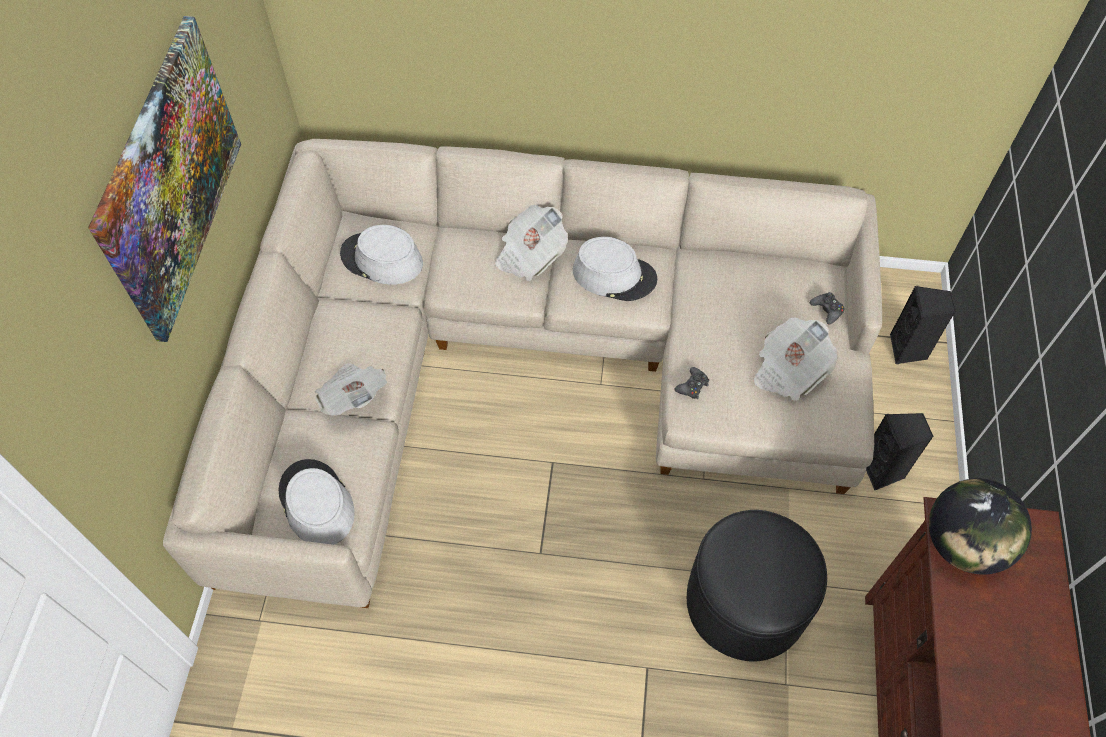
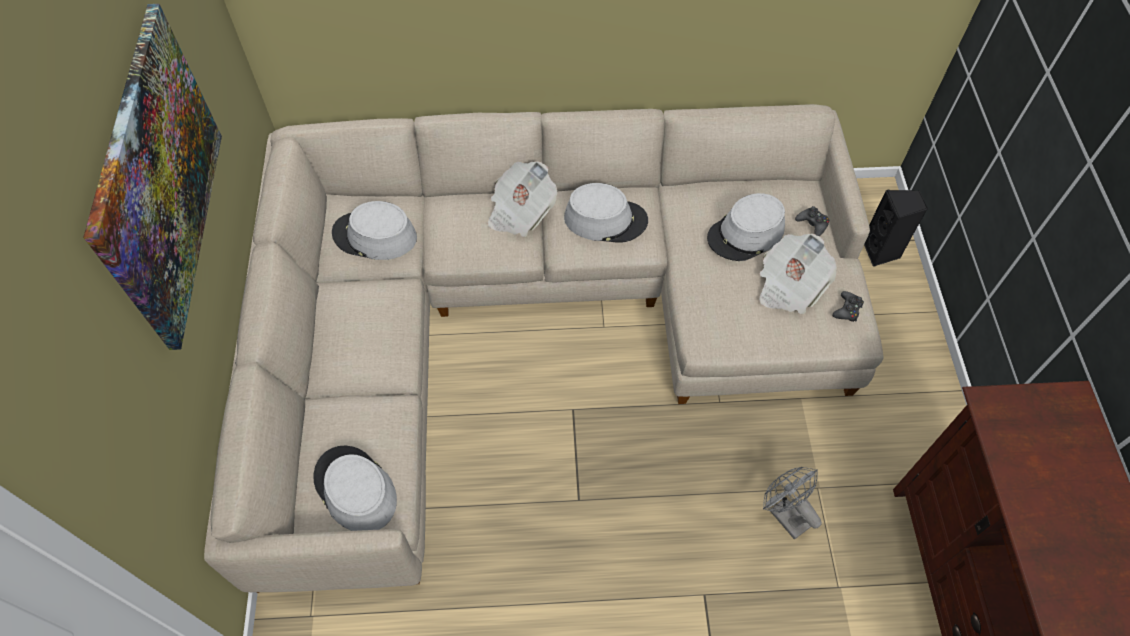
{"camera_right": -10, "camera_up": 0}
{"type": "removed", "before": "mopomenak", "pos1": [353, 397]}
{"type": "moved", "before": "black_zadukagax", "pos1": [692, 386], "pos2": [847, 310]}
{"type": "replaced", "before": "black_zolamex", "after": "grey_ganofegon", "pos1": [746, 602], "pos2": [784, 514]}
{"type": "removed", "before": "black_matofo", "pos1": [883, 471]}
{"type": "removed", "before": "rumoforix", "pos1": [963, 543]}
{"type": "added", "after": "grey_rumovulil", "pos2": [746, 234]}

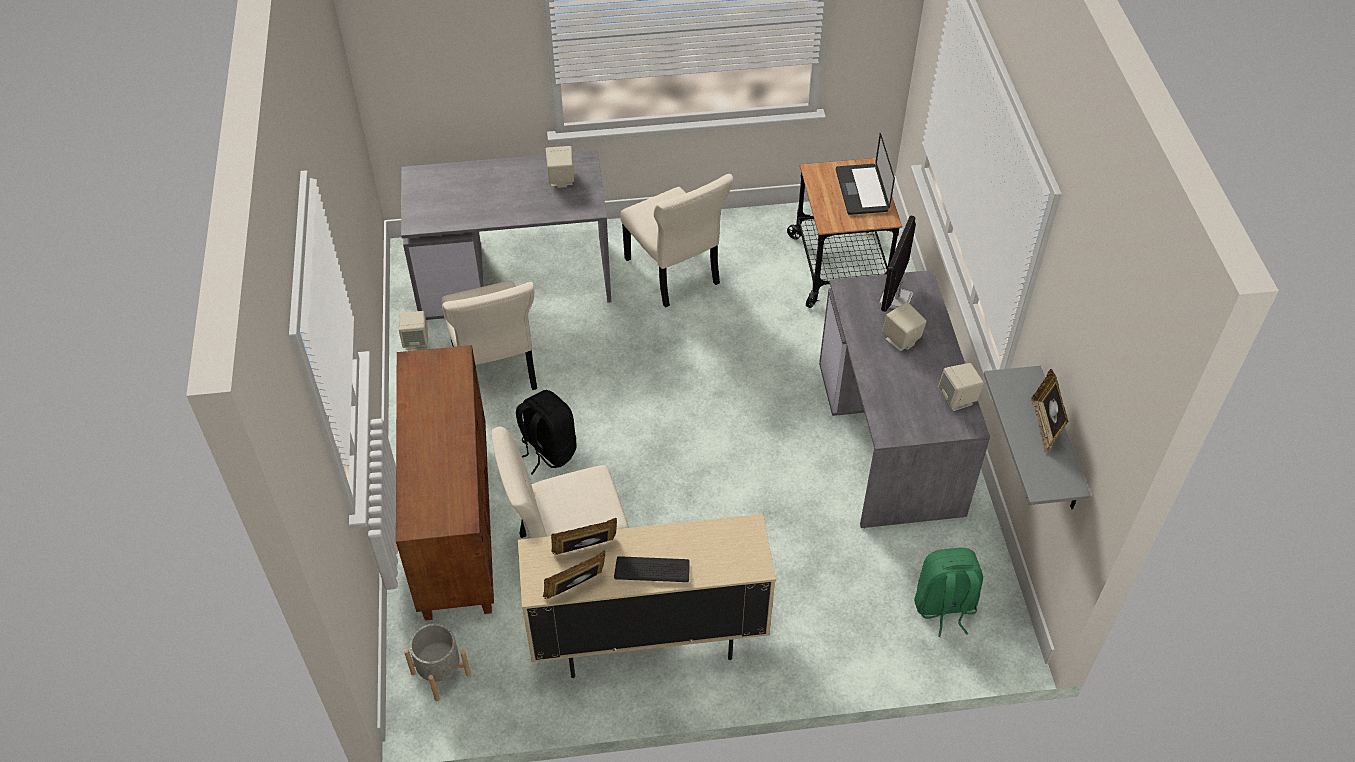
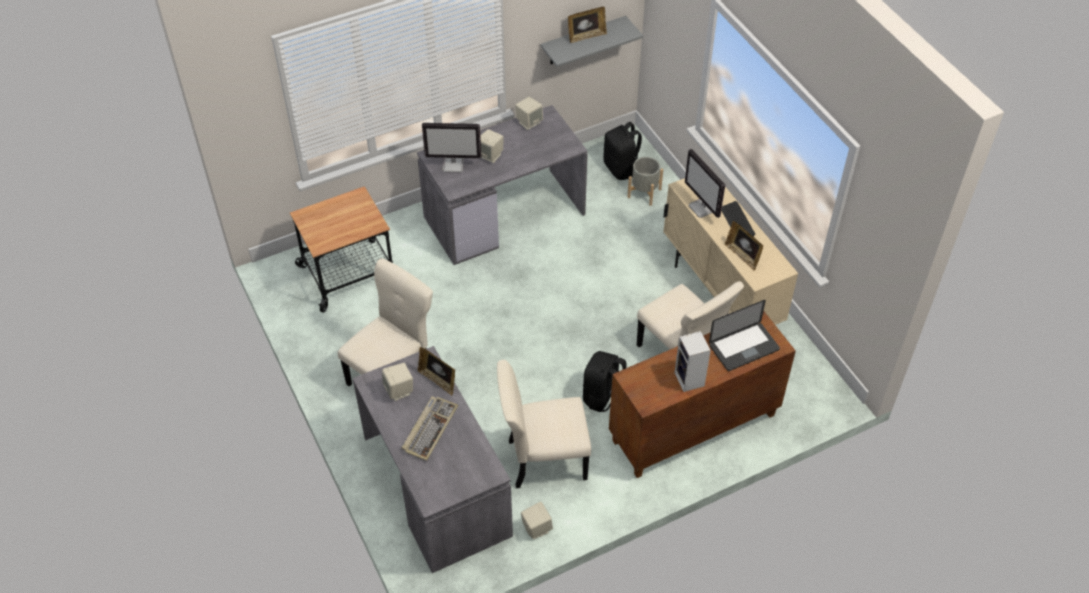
{"camera_right": -110, "camera_up": 0}
{"type": "moved", "before": "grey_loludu", "pos1": [441, 674], "pos2": [644, 193]}
{"type": "turned", "before": "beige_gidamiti", "pos1": [495, 370], "pos2": [543, 459], "turn": -150}
{"type": "moved", "before": "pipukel", "pos1": [576, 589], "pos2": [438, 380]}
{"type": "moved", "before": "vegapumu", "pos1": [862, 190], "pos2": [743, 347]}
{"type": "recoloured", "before": "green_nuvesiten", "after": "black_nuvesiten", "pos1": [944, 607], "pos2": [621, 168]}
{"type": "added", "after": "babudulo", "pos2": [429, 428]}
{"type": "added", "after": "matofo", "pos2": [690, 380]}
{"type": "added", "after": "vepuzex", "pos2": [703, 208]}

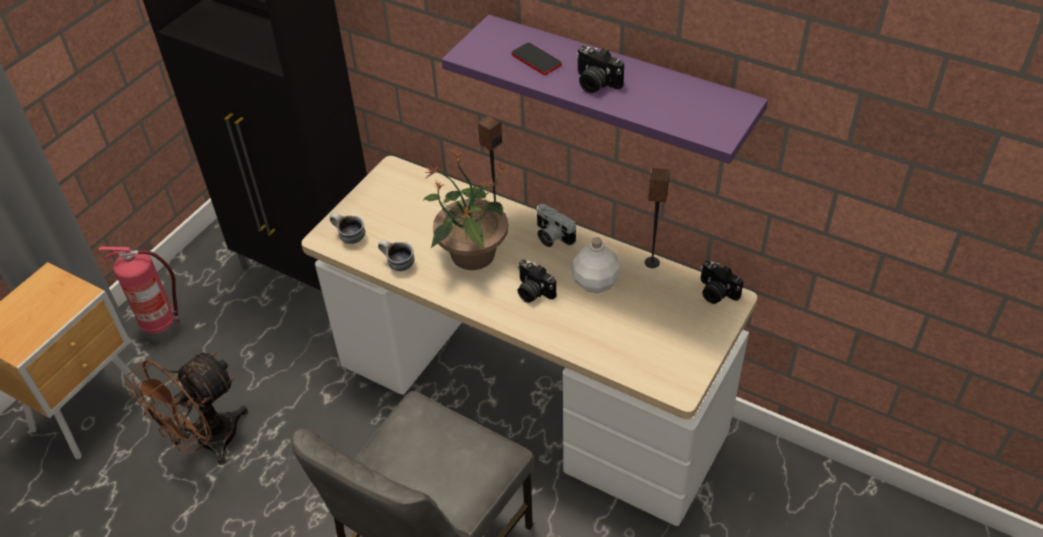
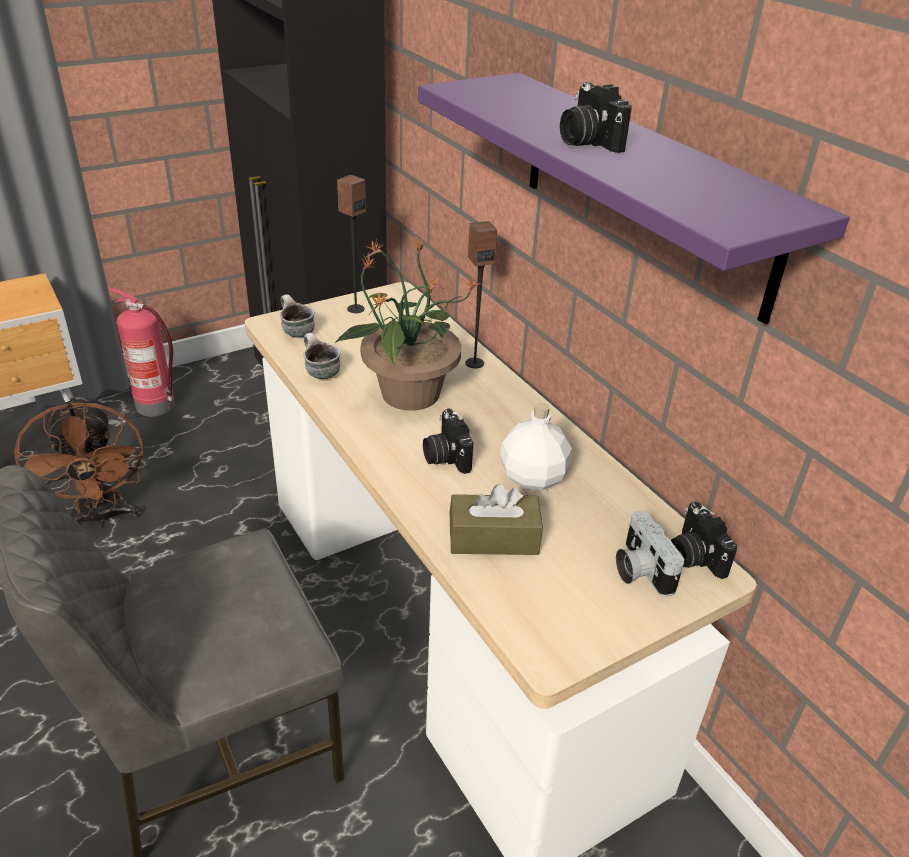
{"camera_right": 25, "camera_up": -10}
{"type": "turned", "before": "brown_ganofegon", "pos1": [207, 442], "pos2": [100, 518], "turn": -90}
{"type": "removed", "before": "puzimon", "pos1": [536, 60]}
{"type": "moved", "before": "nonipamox", "pos1": [551, 236], "pos2": [639, 569]}
{"type": "moved", "before": "matofo", "pos1": [651, 262], "pos2": [355, 309]}
{"type": "added", "after": "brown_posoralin", "pos2": [493, 538]}

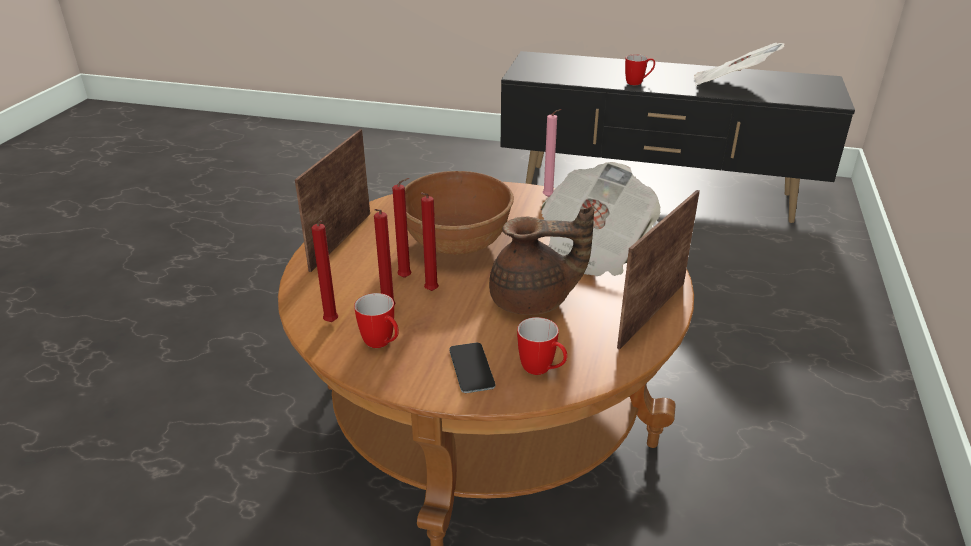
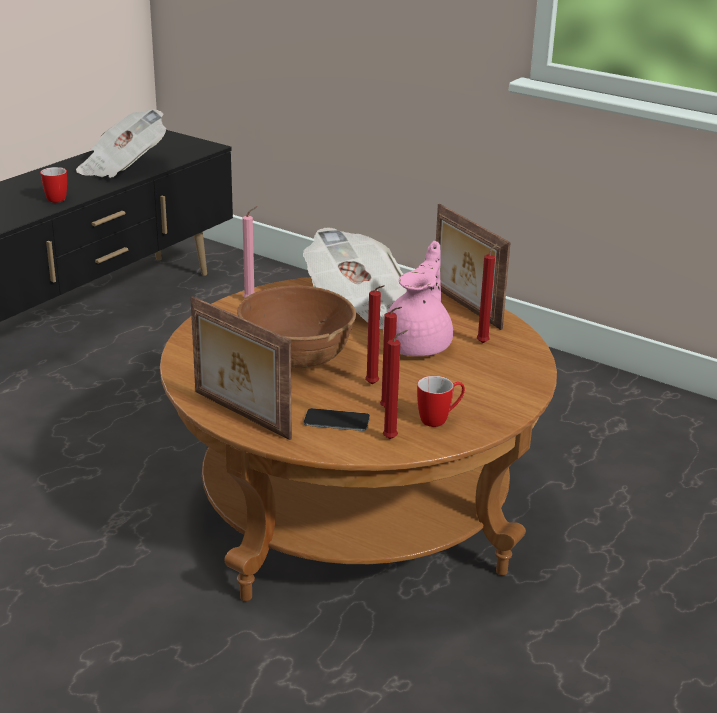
{"camera_right": -70, "camera_up": -5}
{"type": "moved", "before": "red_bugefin", "pos1": [406, 278], "pos2": [484, 342]}
{"type": "moved", "before": "puzimon", "pos1": [471, 368], "pos2": [336, 420]}
{"type": "recoloured", "before": "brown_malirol", "after": "pink_malirol", "pos1": [533, 301], "pos2": [419, 345]}
{"type": "removed", "before": "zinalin", "pos1": [542, 370]}

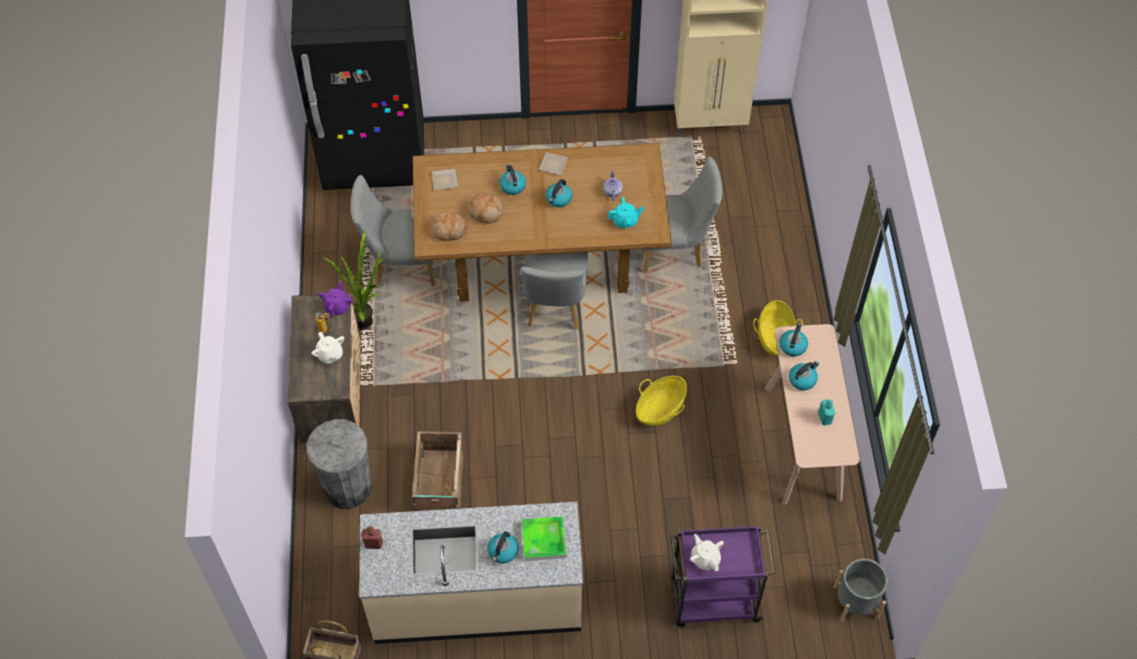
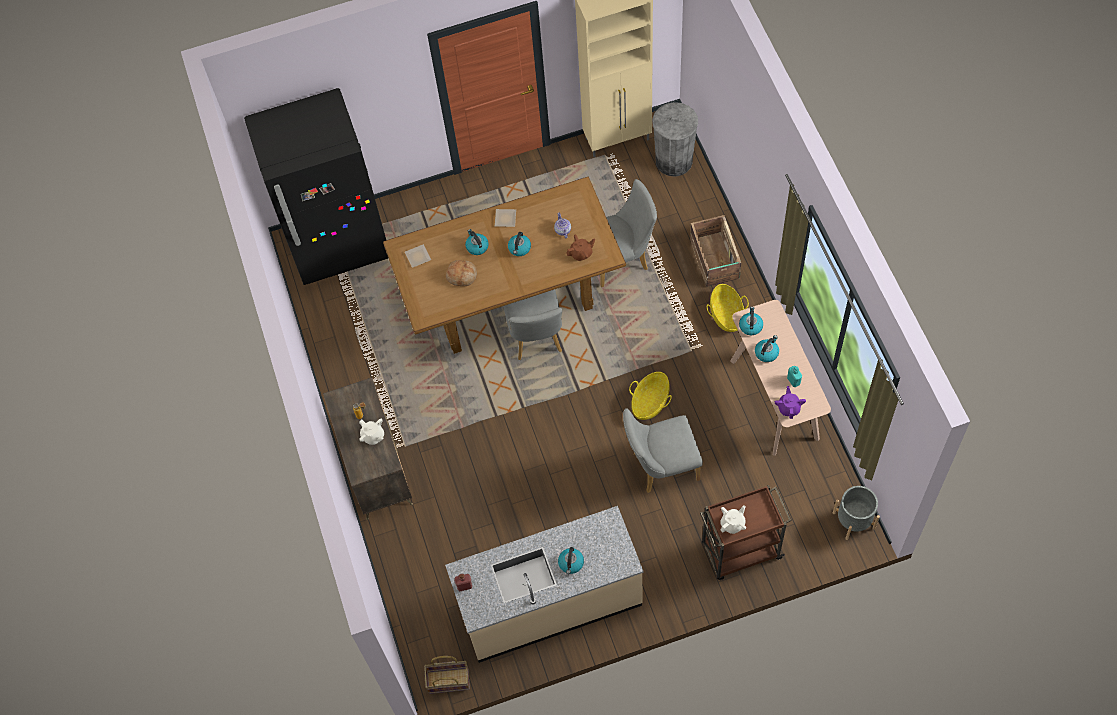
{"camera_right": -10, "camera_up": 5}
{"type": "moved", "before": "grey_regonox", "pos1": [348, 487], "pos2": [674, 161]}
{"type": "moved", "before": "purple_malirol", "pos1": [337, 307], "pos2": [789, 408]}
{"type": "removed", "before": "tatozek", "pos1": [366, 319]}
{"type": "moved", "before": "grey_gidamiti", "pos1": [400, 264], "pos2": [660, 467]}
{"type": "moved", "before": "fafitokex", "pos1": [439, 483], "pos2": [714, 260]}
{"type": "removed", "before": "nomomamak", "pos1": [450, 230]}
{"type": "removed", "before": "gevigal", "pos1": [544, 540]}
{"type": "recoloured", "before": "turquoise_malirol", "after": "brown_malirol", "pos1": [625, 221], "pos2": [581, 253]}
{"type": "recoloured", "before": "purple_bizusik", "after": "brown_bizusik", "pos1": [712, 601], "pos2": [740, 551]}
{"type": "turned", "before": "white_malirol", "pos1": [705, 558], "pos2": [732, 524], "turn": 90}

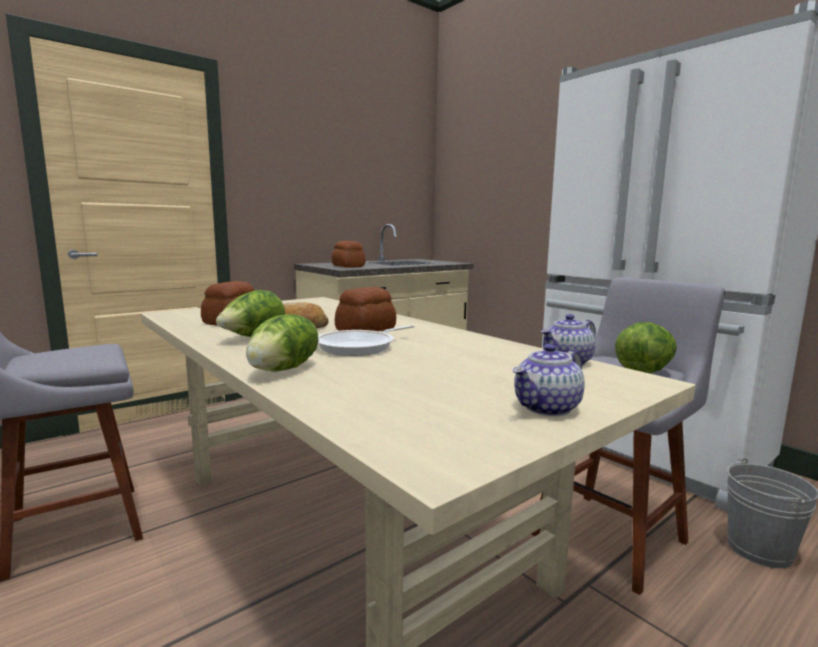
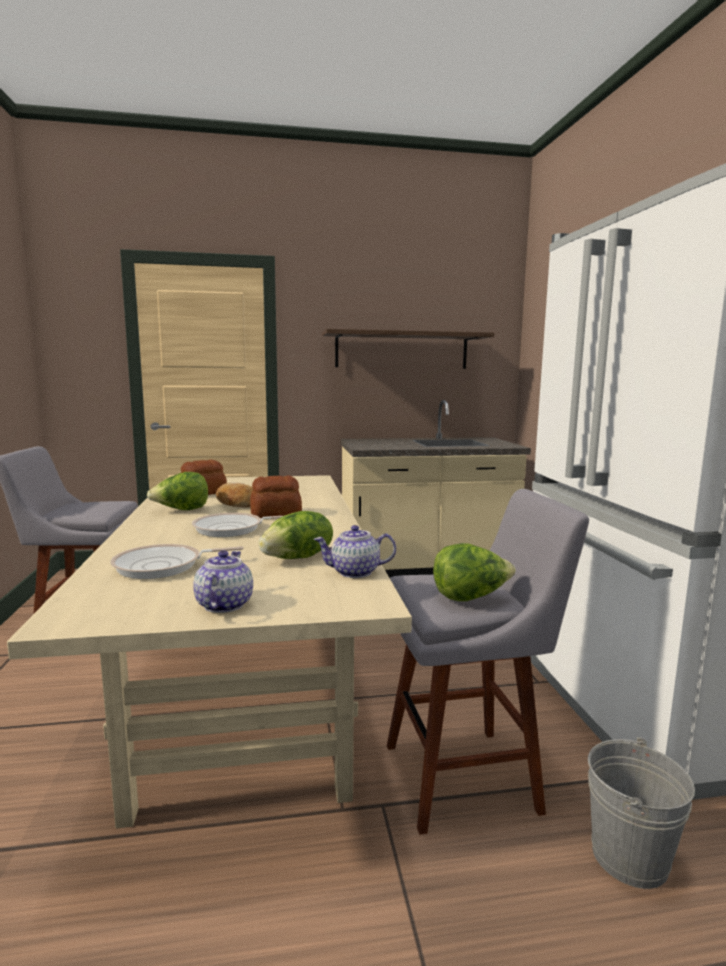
{"camera_right": 30, "camera_up": 0}
{"type": "moved", "before": "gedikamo", "pos1": [284, 369], "pos2": [298, 558]}
{"type": "removed", "before": "nomomamak", "pos1": [348, 266]}
{"type": "turned", "before": "malirol", "pos1": [547, 408], "pos2": [223, 605], "turn": 105}
{"type": "added", "after": "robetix", "pos2": [163, 566]}
{"type": "added", "after": "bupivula", "pos2": [402, 350]}

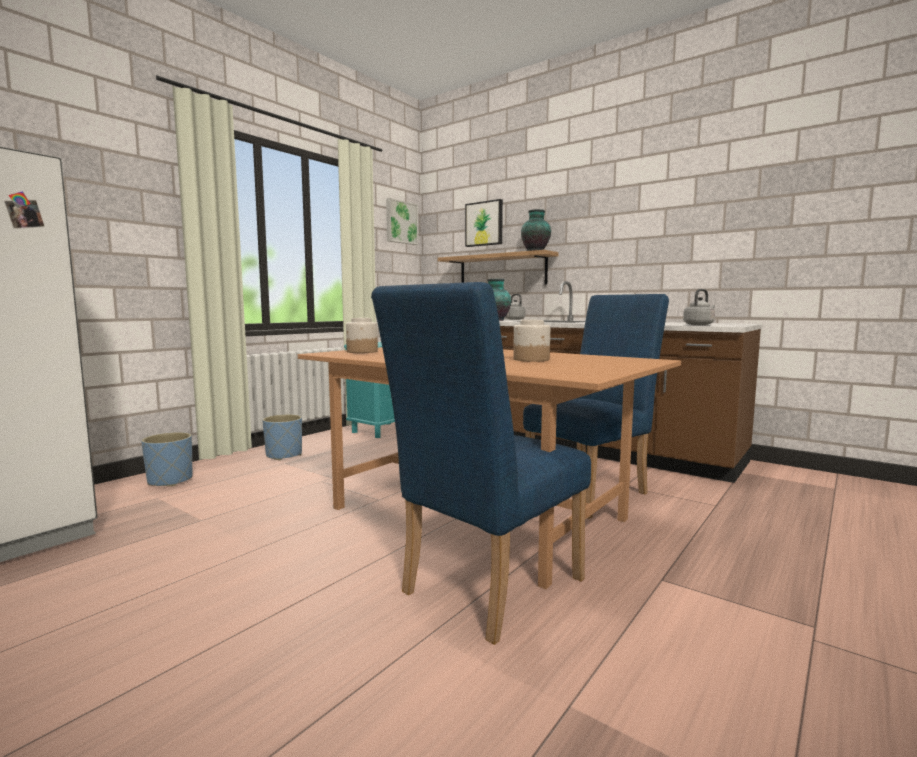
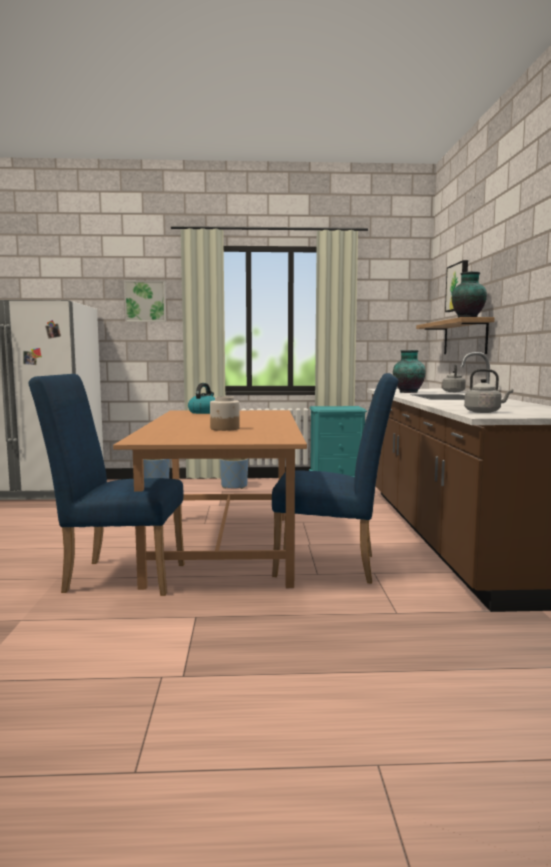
{"camera_right": 50, "camera_up": 0}
{"type": "replaced", "before": "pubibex", "after": "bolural", "pos1": [362, 351], "pos2": [203, 412]}
{"type": "moved", "before": "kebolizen", "pos1": [400, 222], "pos2": [145, 301]}

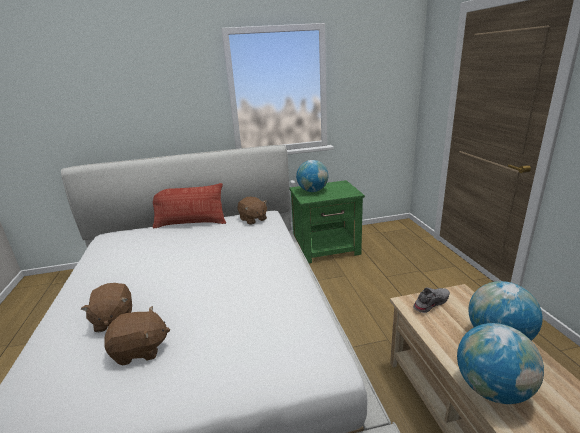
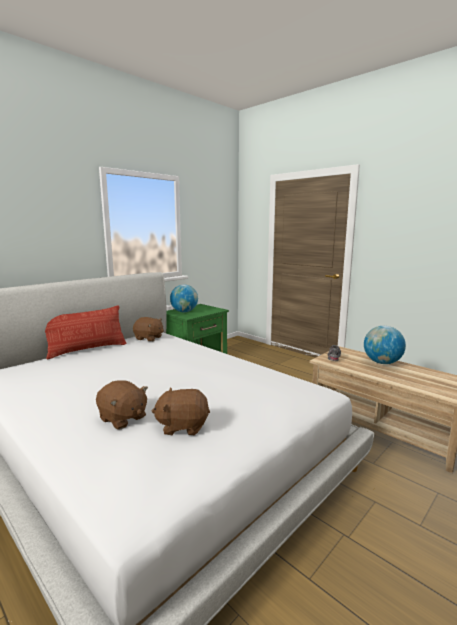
{"camera_right": -35, "camera_up": -10}
{"type": "turned", "before": "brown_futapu", "pos1": [140, 350], "pos2": [182, 426], "turn": -135}
{"type": "removed", "before": "rumoforix", "pos1": [492, 389]}

